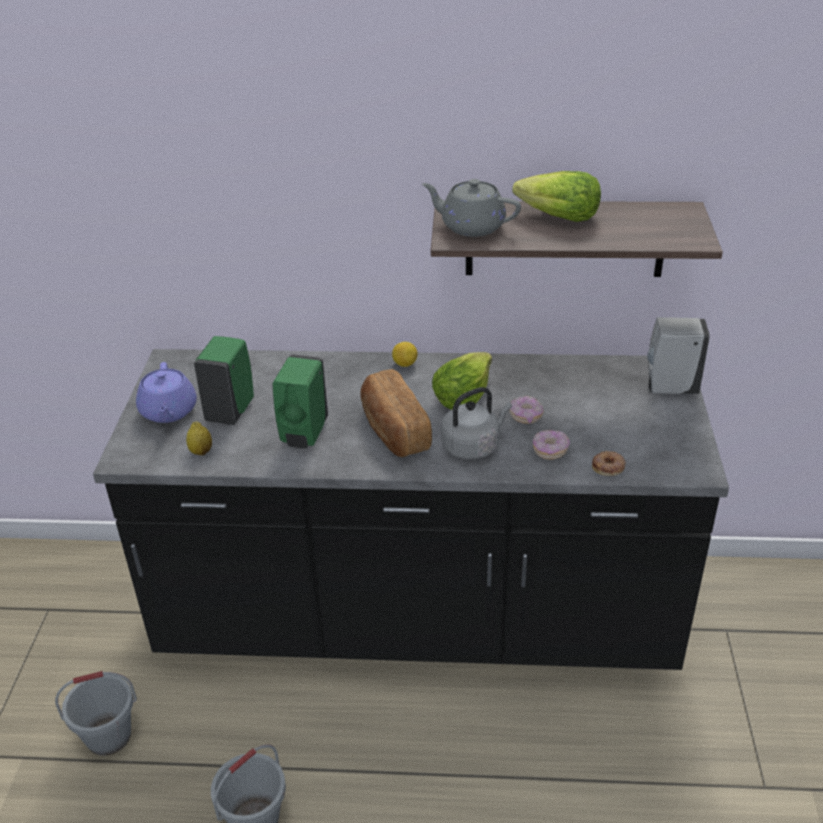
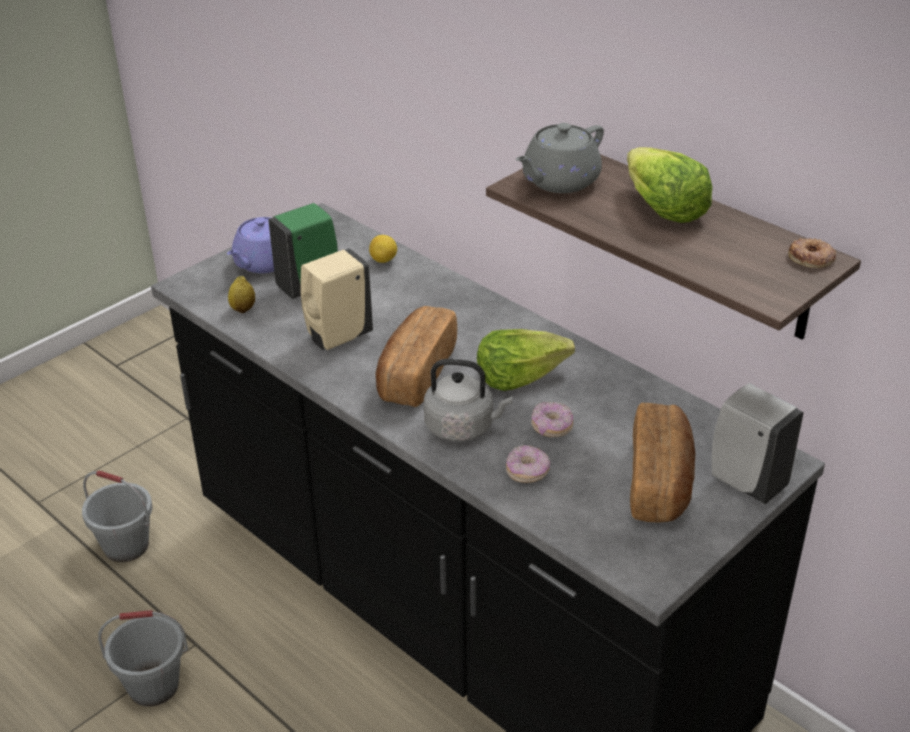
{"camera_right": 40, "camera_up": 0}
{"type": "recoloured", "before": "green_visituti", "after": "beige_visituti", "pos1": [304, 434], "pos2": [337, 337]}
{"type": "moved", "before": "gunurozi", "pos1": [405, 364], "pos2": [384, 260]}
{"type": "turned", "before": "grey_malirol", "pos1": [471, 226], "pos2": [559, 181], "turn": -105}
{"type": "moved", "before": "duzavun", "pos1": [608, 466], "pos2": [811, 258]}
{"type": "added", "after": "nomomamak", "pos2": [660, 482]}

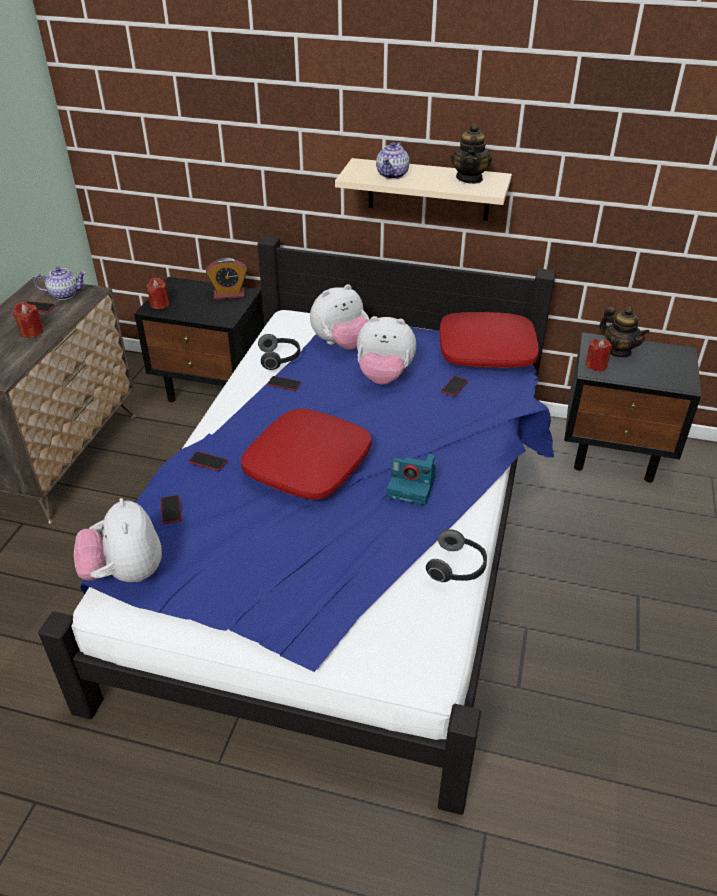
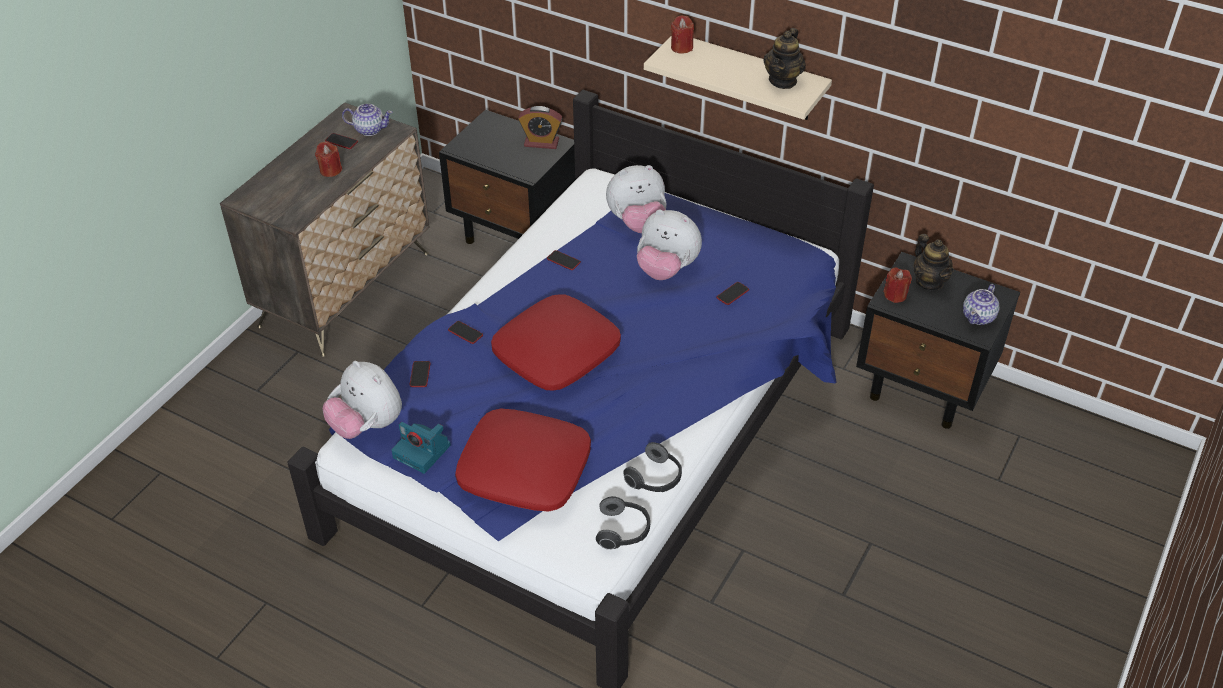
{"camera_right": 15, "camera_up": 5}
{"type": "turned", "before": "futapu", "pos1": [125, 573], "pos2": [367, 425], "turn": -45}
{"type": "moved", "before": "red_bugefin", "pos1": [159, 304], "pos2": [681, 47]}
{"type": "moved", "before": "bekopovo", "pos1": [280, 359], "pos2": [623, 531]}
{"type": "moved", "before": "malirol", "pos1": [393, 175], "pos2": [979, 316]}
{"type": "moved", "before": "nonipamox", "pos1": [412, 486], "pos2": [423, 451]}
{"type": "moved", "before": "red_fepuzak", "pos1": [486, 351], "pos2": [525, 469]}

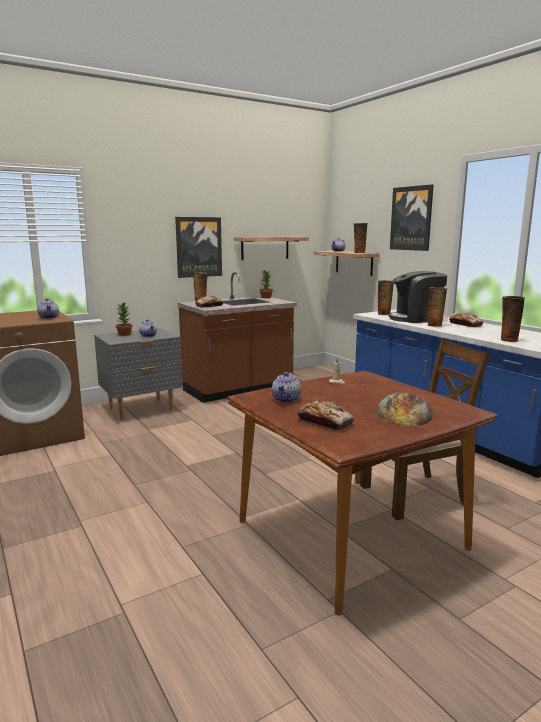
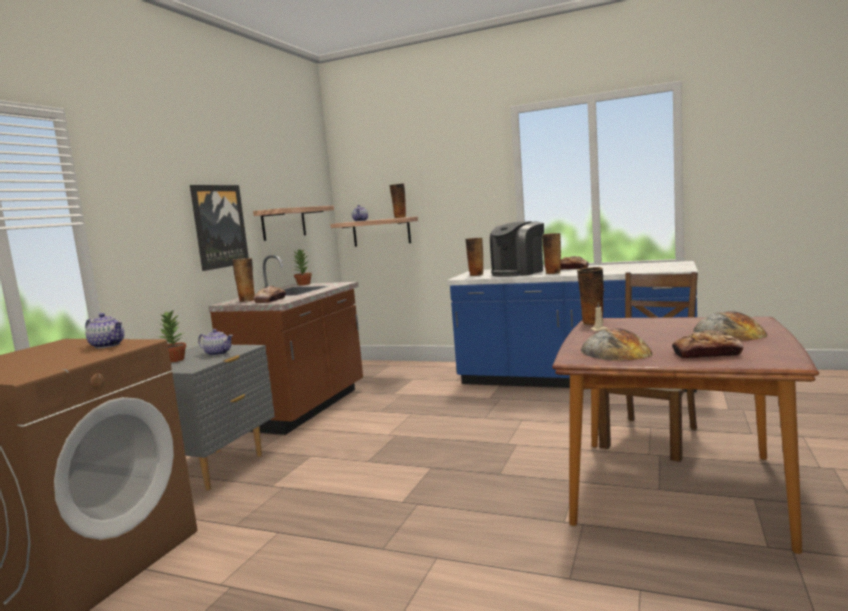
{"camera_right": -35, "camera_up": -5}
{"type": "replaced", "before": "malirol", "after": "nomomamak", "pos1": [286, 400], "pos2": [615, 351]}
{"type": "removed", "before": "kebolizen", "pos1": [411, 218]}
{"type": "moved", "before": "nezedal", "pos1": [508, 340], "pos2": [592, 323]}

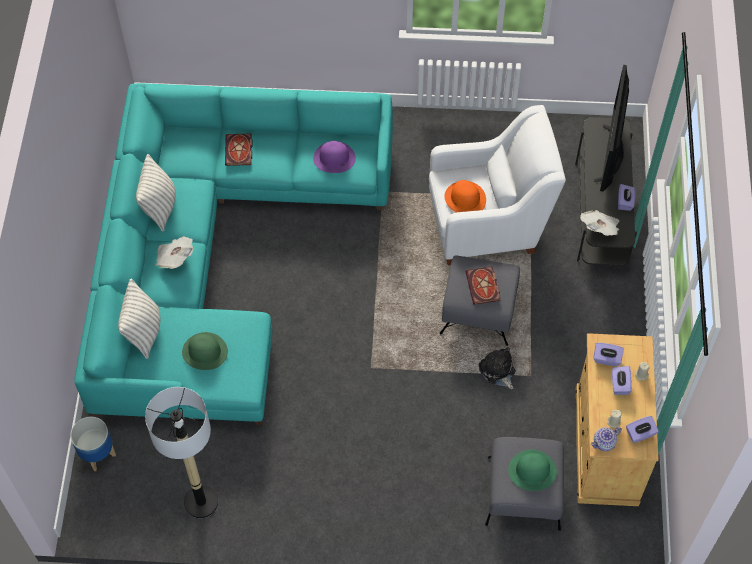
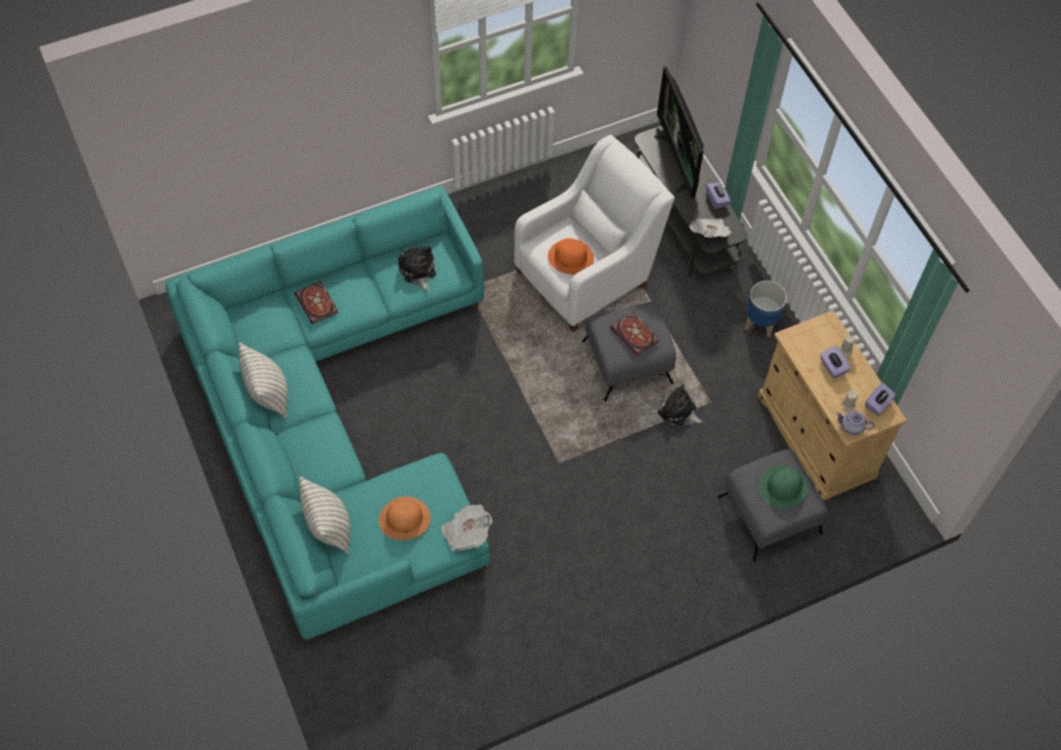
{"camera_right": -30, "camera_up": 0}
{"type": "moved", "before": "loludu", "pos1": [97, 454], "pos2": [759, 323]}
{"type": "removed", "before": "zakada", "pos1": [201, 501]}
{"type": "moved", "before": "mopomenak", "pos1": [175, 258], "pos2": [466, 533]}
{"type": "recoloured", "before": "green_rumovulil", "after": "orange_rumovulil", "pos1": [205, 351], "pos2": [405, 519]}
{"type": "replaced", "before": "purple_rumovulil", "after": "futapu", "pos1": [334, 158], "pos2": [418, 271]}
{"type": "turned", "before": "malirol", "pos1": [604, 443], "pos2": [852, 427], "turn": 75}
{"type": "removed", "before": "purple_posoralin", "pos1": [606, 359]}

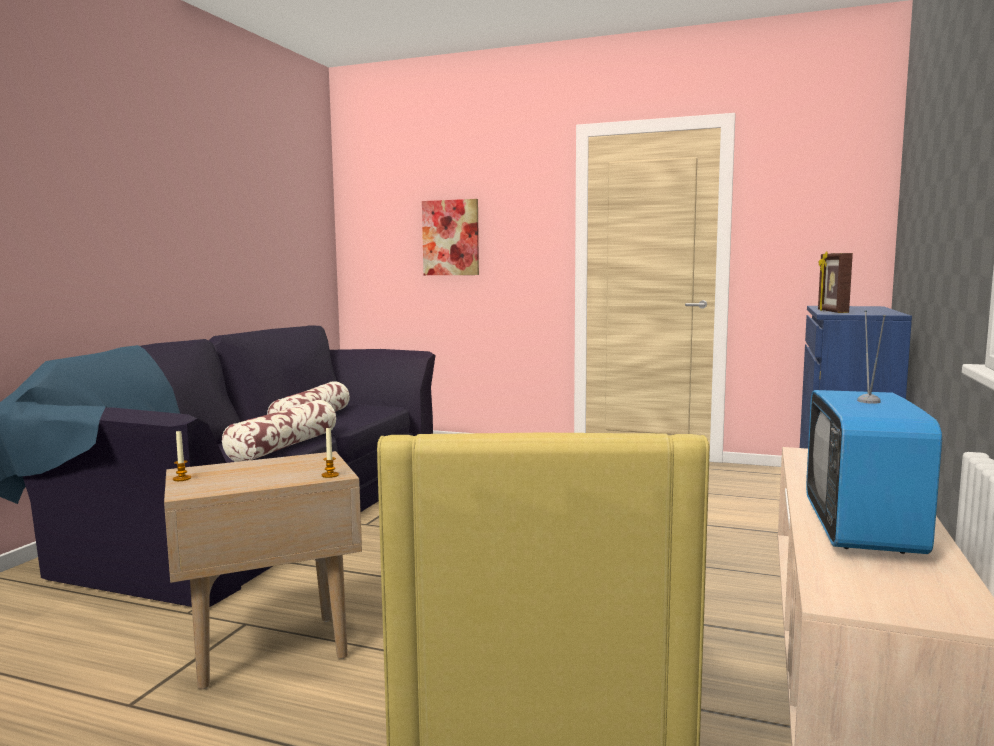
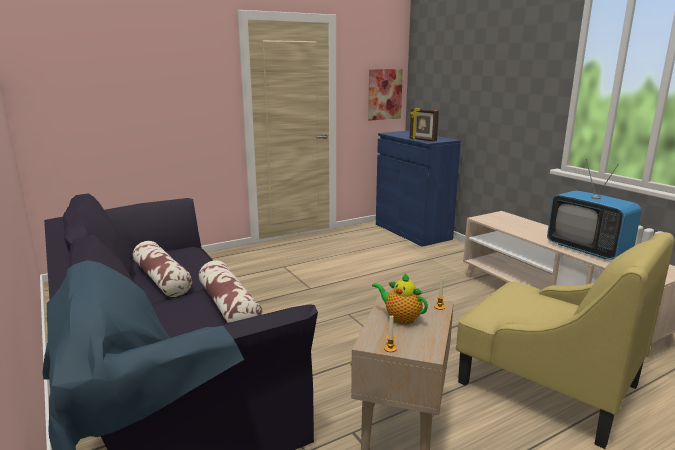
{"camera_right": -50, "camera_up": 10}
{"type": "moved", "before": "kebolizen", "pos1": [451, 238], "pos2": [384, 94]}
{"type": "added", "after": "malirol", "pos2": [400, 318]}

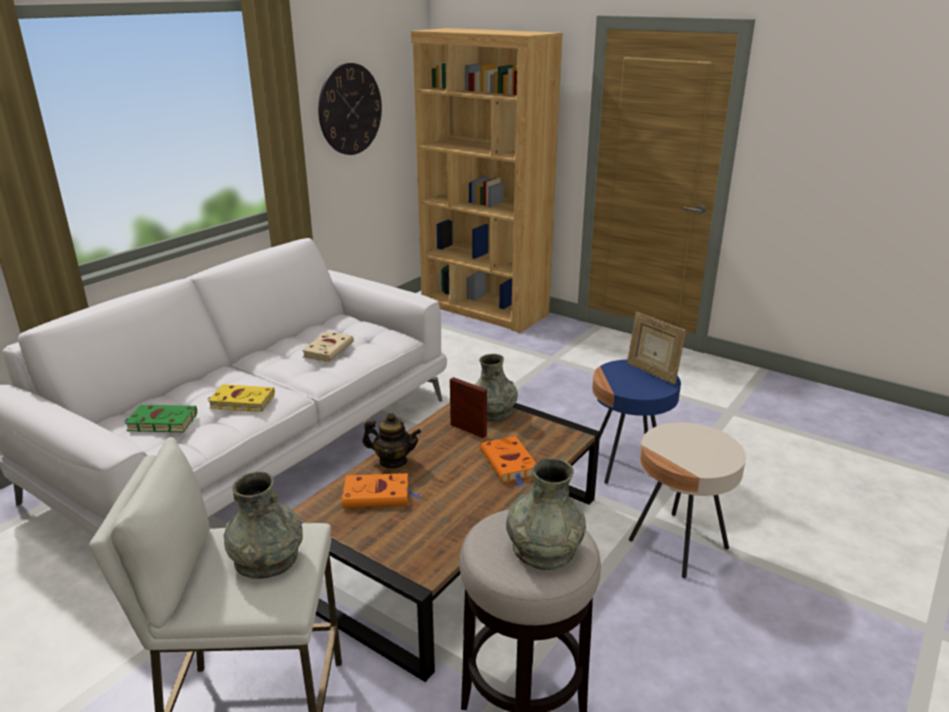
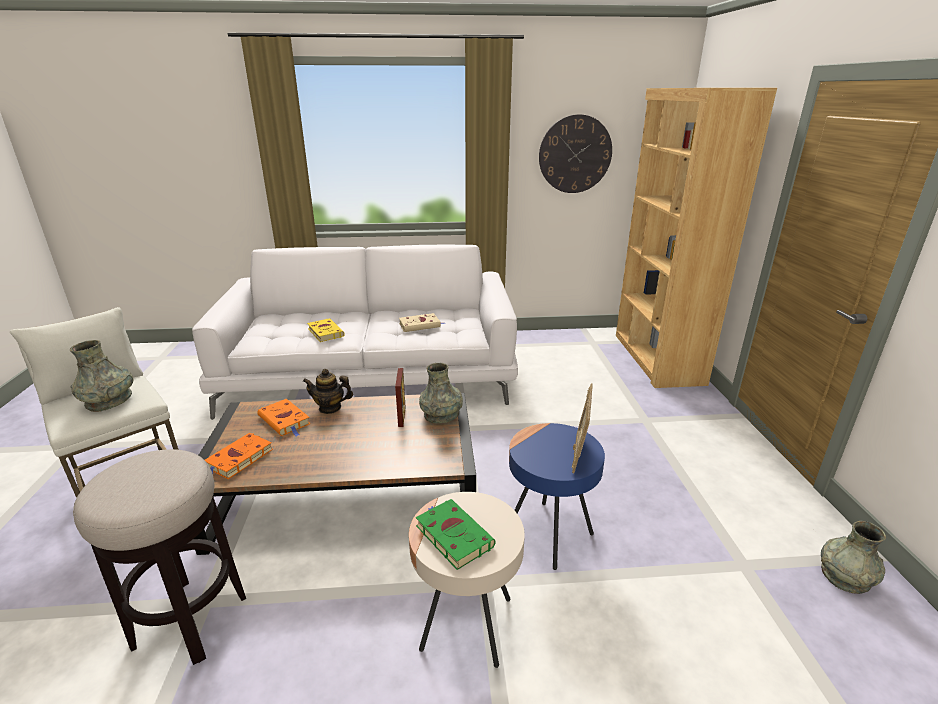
{"camera_right": 50, "camera_up": 0}
{"type": "moved", "before": "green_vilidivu", "pos1": [160, 422], "pos2": [452, 535]}
{"type": "turned", "before": "malirol", "pos1": [393, 461], "pos2": [330, 408], "turn": 120}
{"type": "moved", "before": "orange_vilidivu", "pos1": [510, 464], "pos2": [238, 459]}
{"type": "moved", "before": "grey_nezedal", "pos1": [544, 548], "pos2": [845, 576]}

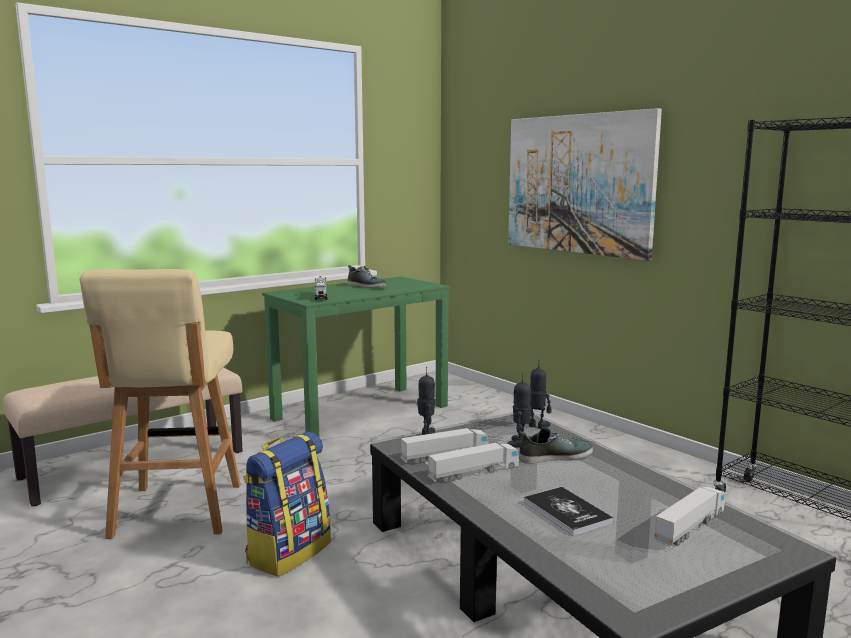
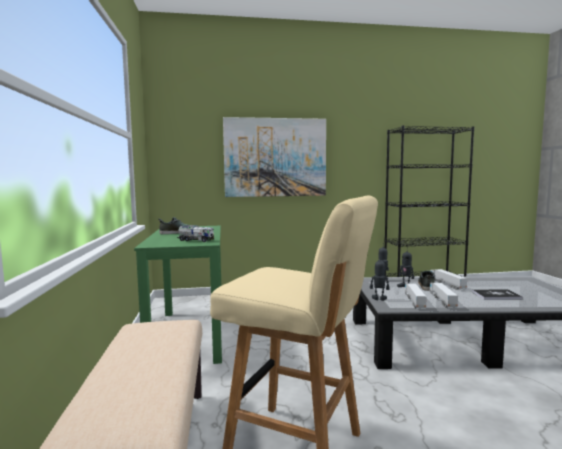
{"camera_right": -60, "camera_up": -5}
{"type": "removed", "before": "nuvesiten", "pos1": [288, 552]}
{"type": "moved", "before": "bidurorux", "pos1": [690, 527], "pos2": [447, 284]}

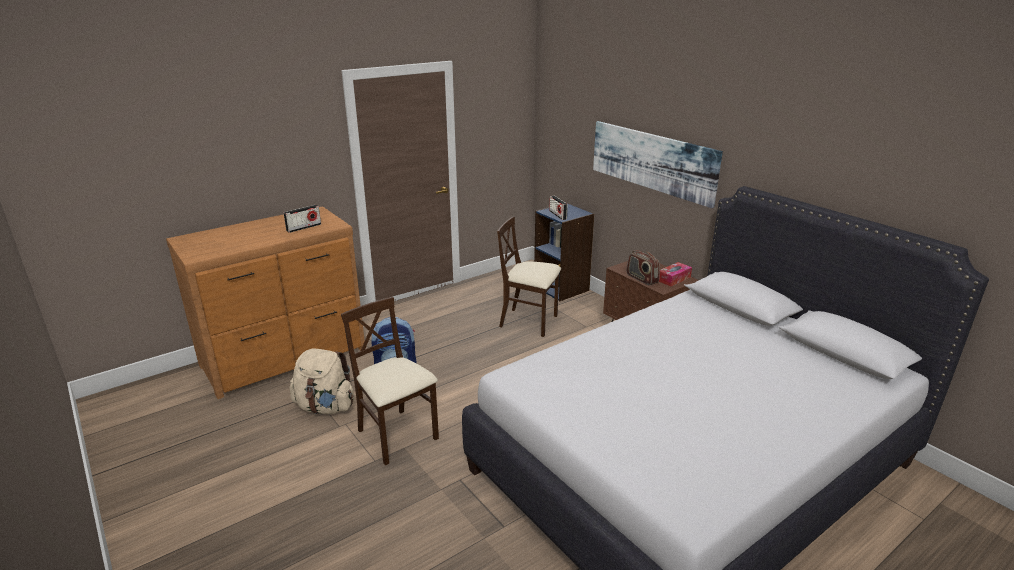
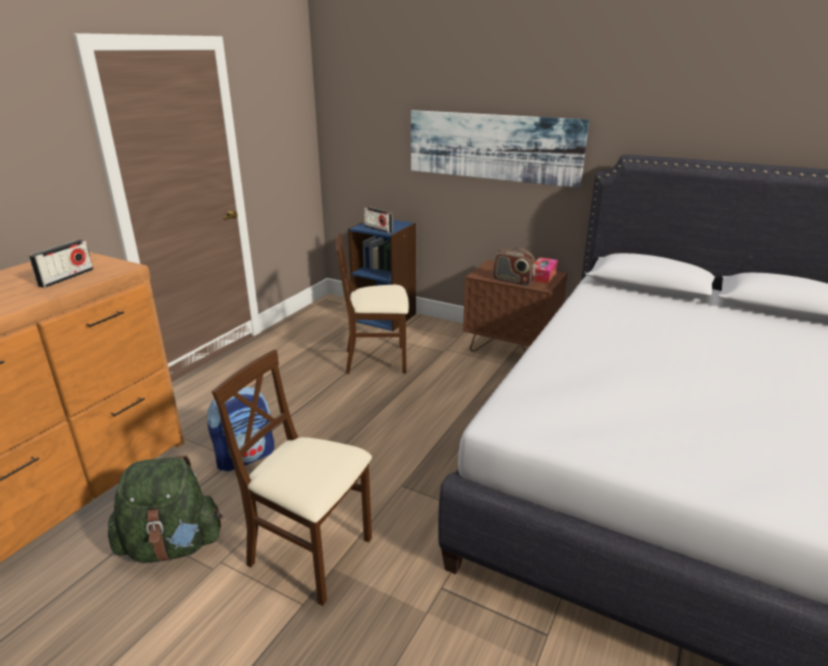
{"camera_right": -25, "camera_up": 0}
{"type": "recoloured", "before": "beige_nuvesiten", "after": "green_nuvesiten", "pos1": [325, 407], "pos2": [172, 545]}

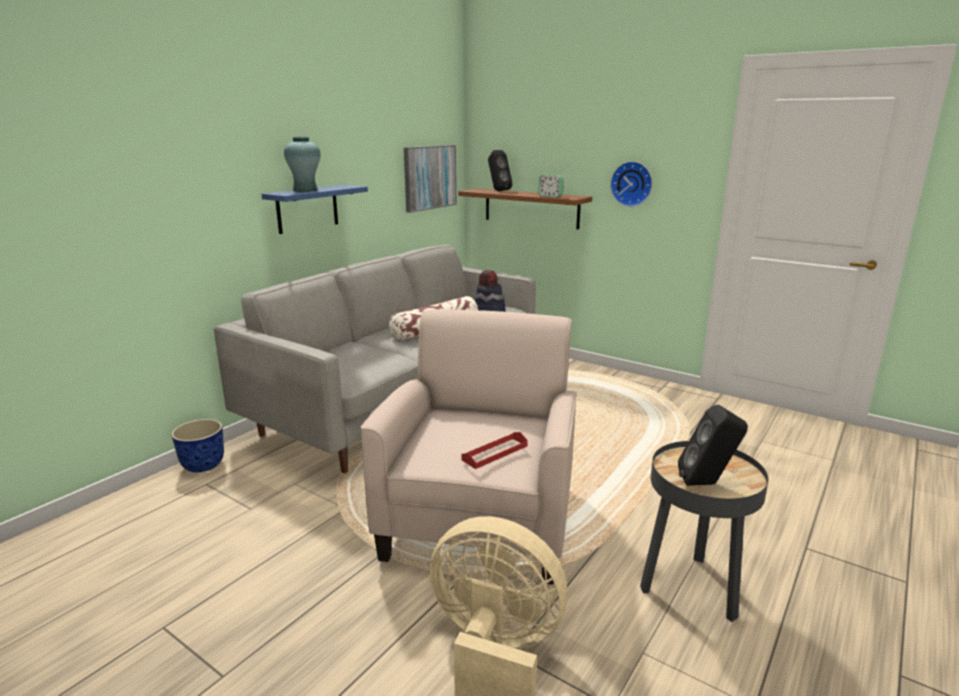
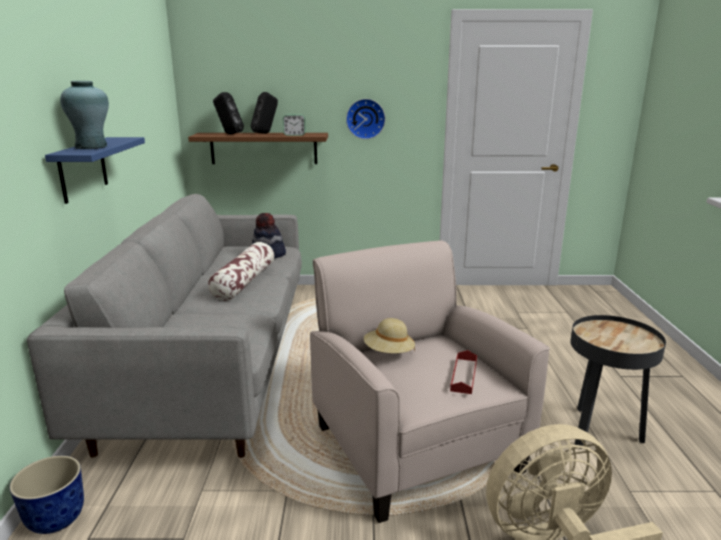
{"camera_right": -35, "camera_up": 0}
{"type": "removed", "before": "kebolizen", "pos1": [429, 177]}
{"type": "moved", "before": "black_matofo", "pos1": [707, 483], "pos2": [266, 133]}
{"type": "added", "after": "beige_rumovulil", "pos2": [388, 353]}

